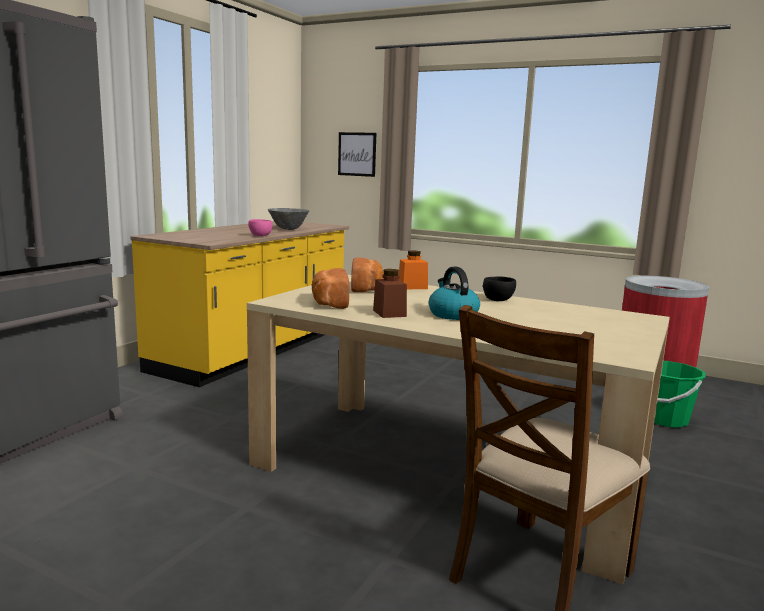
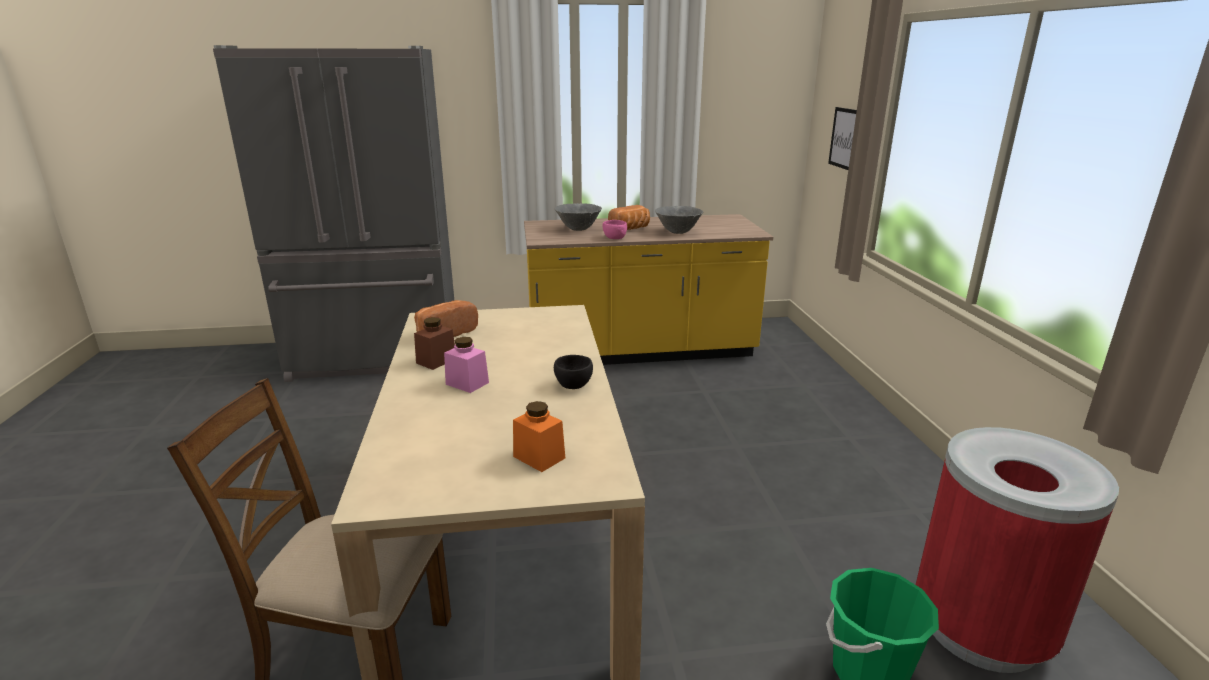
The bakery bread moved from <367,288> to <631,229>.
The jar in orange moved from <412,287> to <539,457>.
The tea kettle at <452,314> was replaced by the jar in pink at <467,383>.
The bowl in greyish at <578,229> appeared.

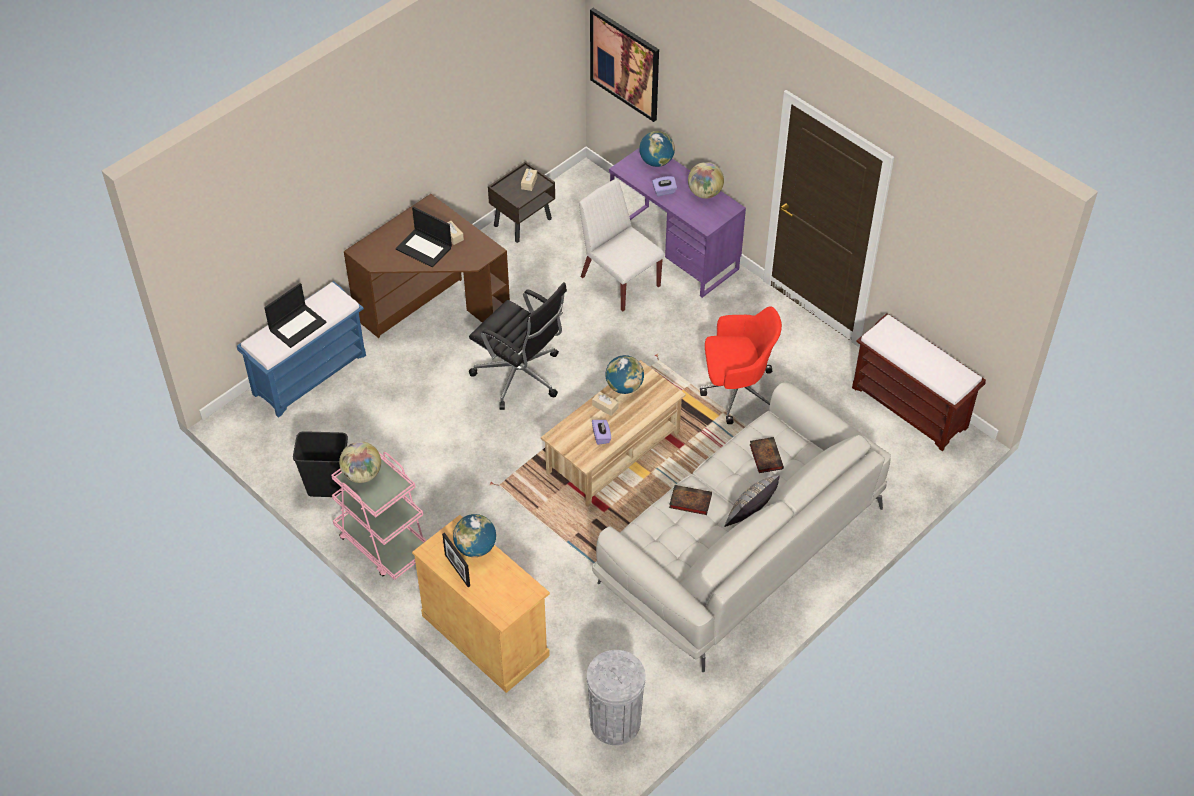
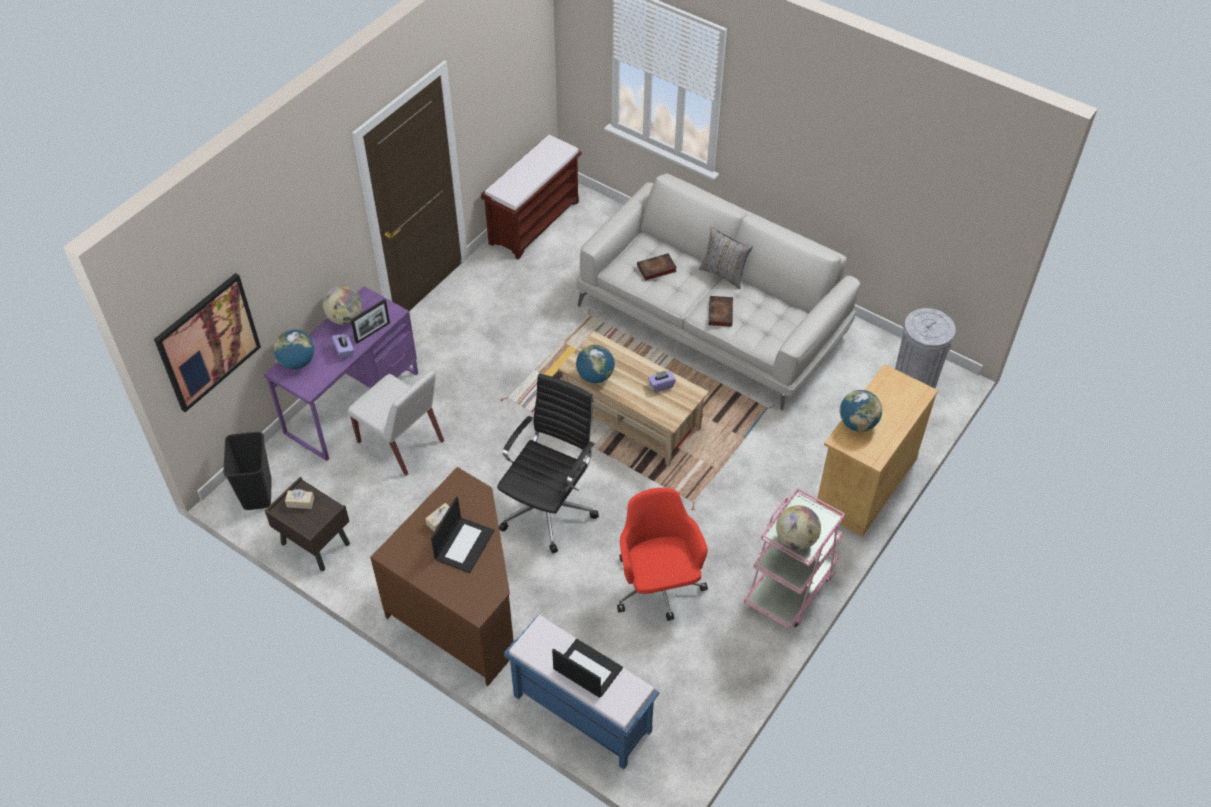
The waste bin in blackish moved from <329,486> to <257,493>.
The picture frame moved from <457,570> to <372,332>.
The upright chair in white at <619,281> turned 90 degrees counterclockwise.
The tissue box in beige-coloured at <605,406> disappeared.
The computer chair in red-coloured moved from <736,391> to <658,586>.

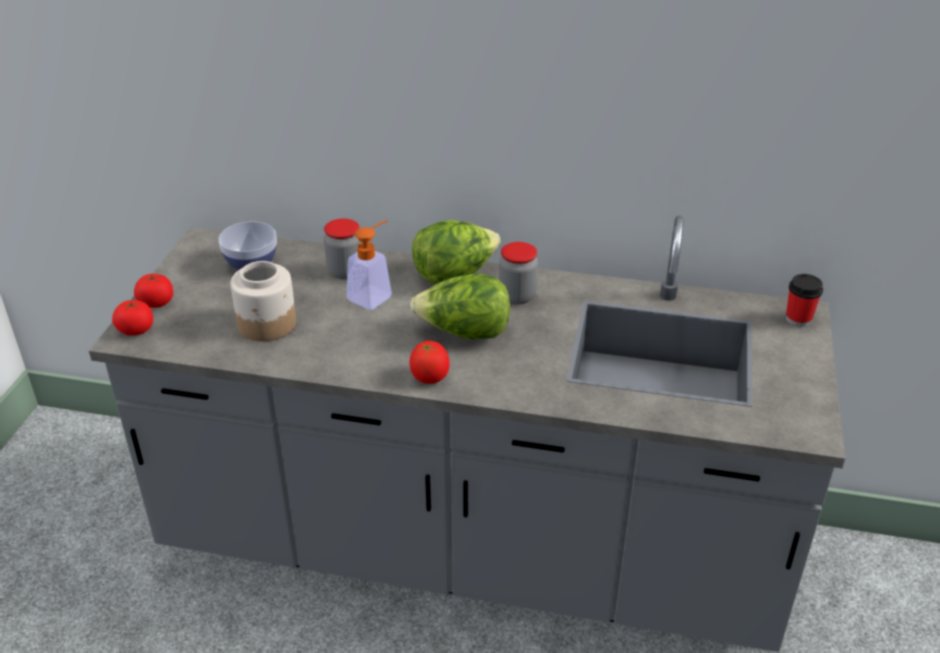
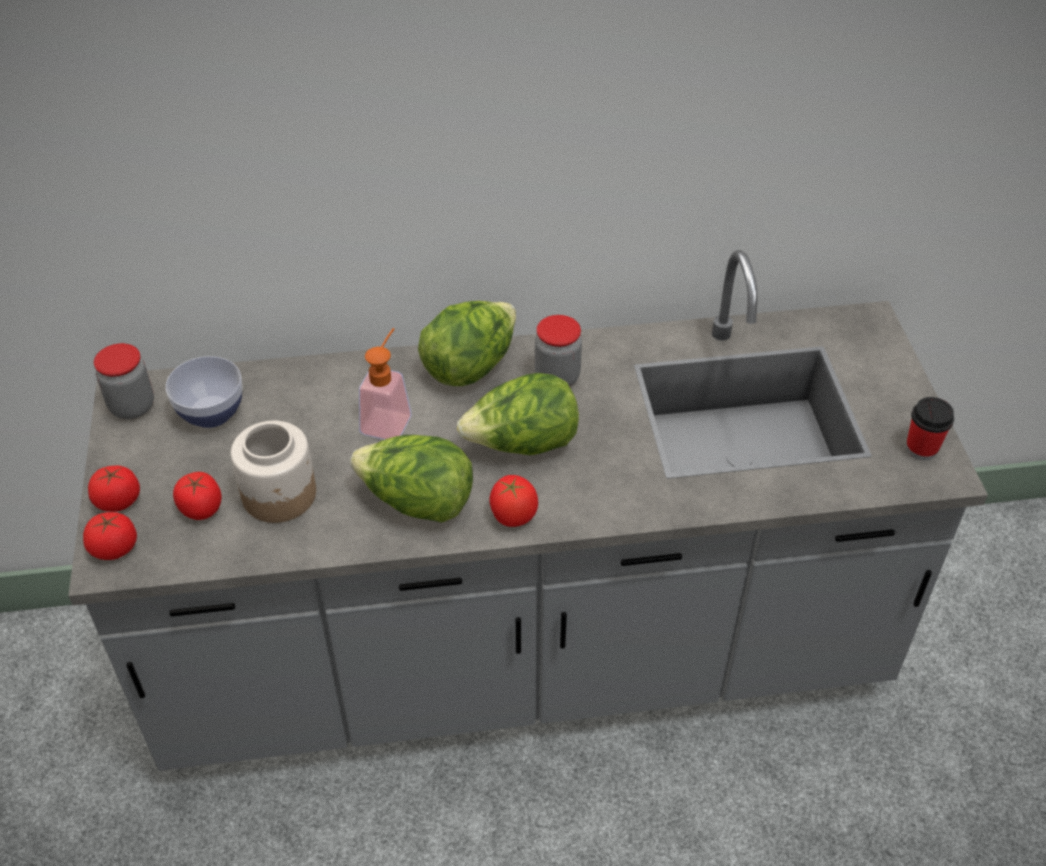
The jar moved from <345,271> to <132,406>.
The drinking cup moved from <798,319> to <921,449>.
The tomato at <201,508> appeared.
The head of lettuce at <417,502> appeared.

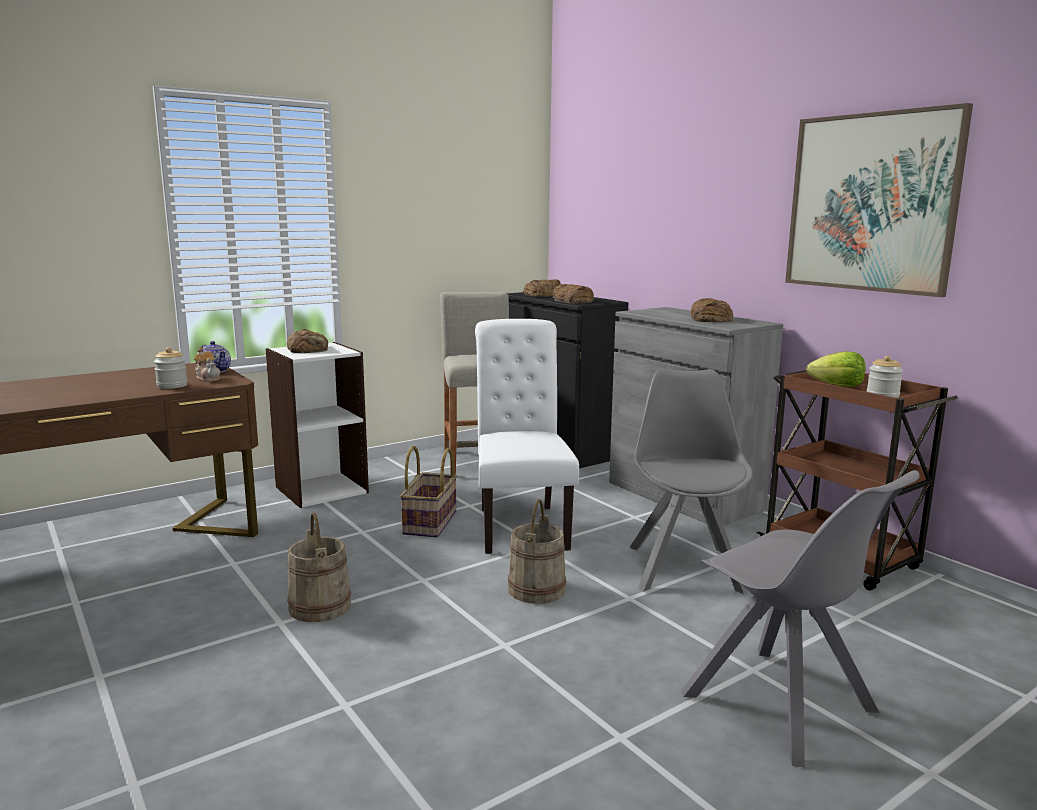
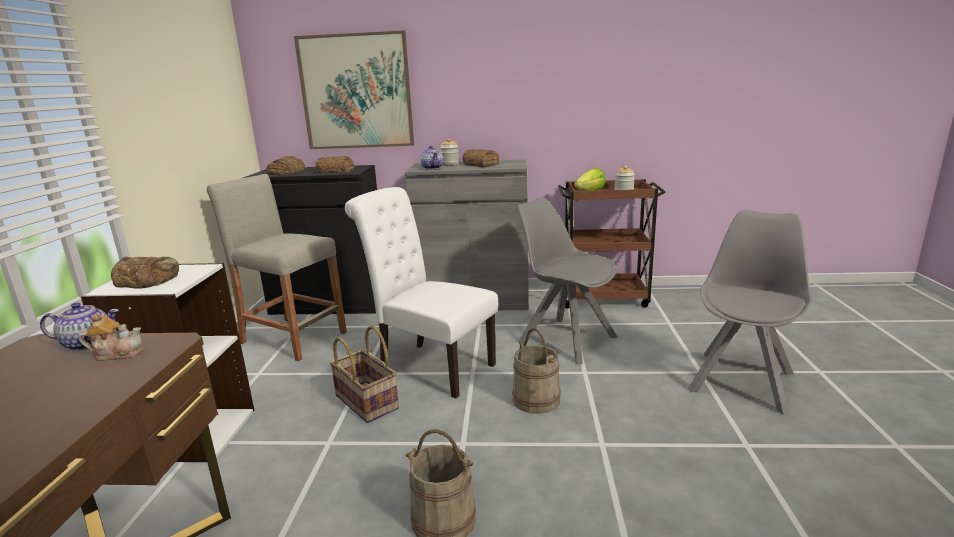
The jar moved from <172,386> to <450,164>.
The upright chair in greyish at <783,706> turned 60 degrees counterclockwise.
The wall art moved from <871,203> to <356,92>.
The pot for tea at <432,168> appeared.

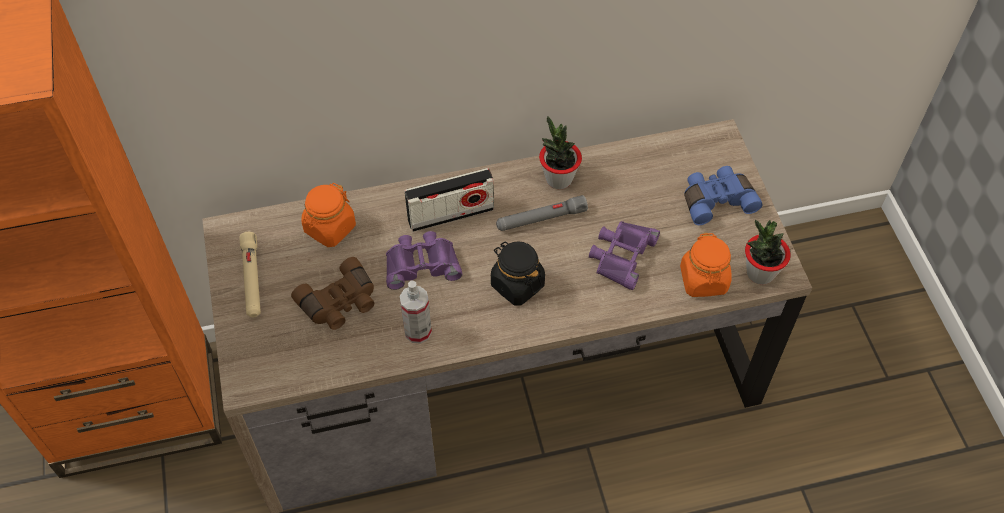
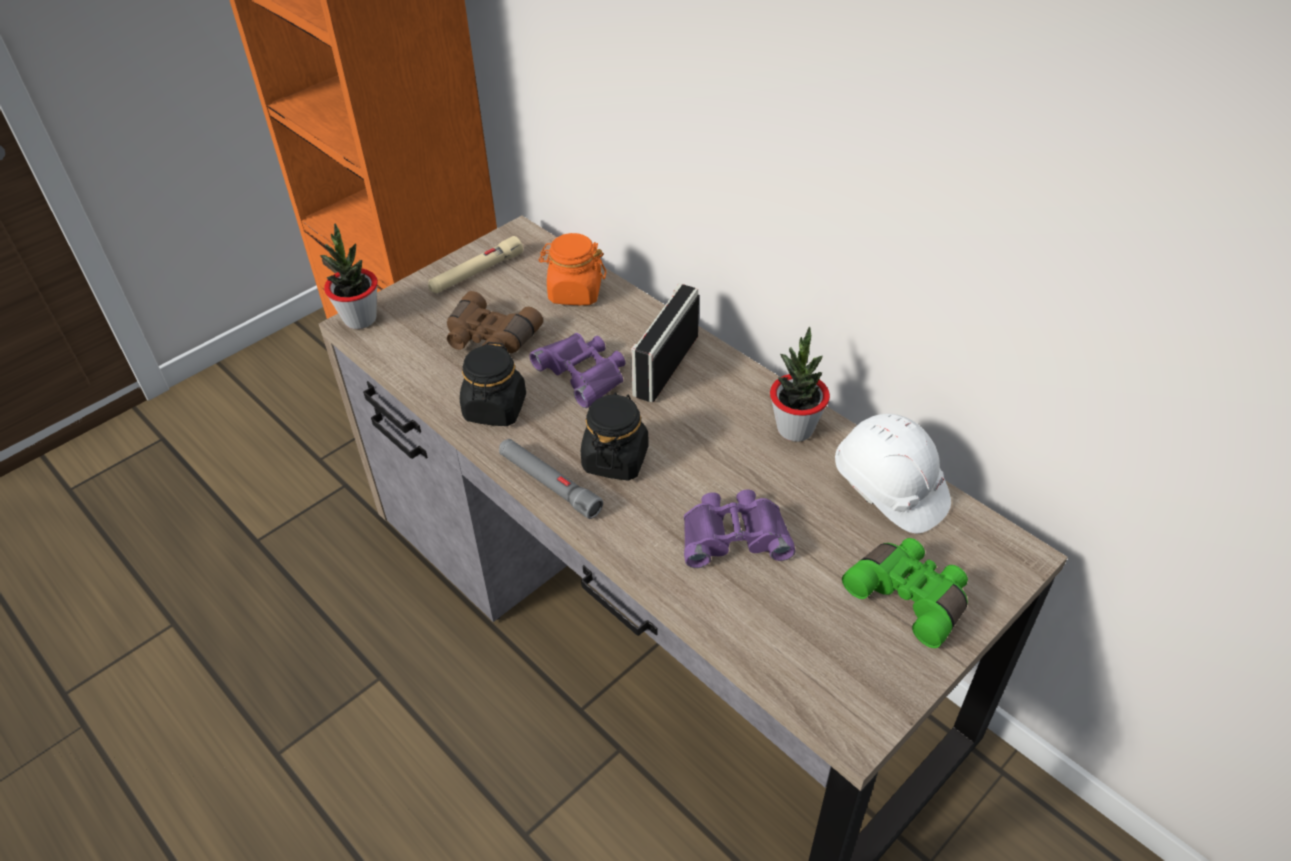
The sprayer at <418,331> was replaced by the jar in blackish at <495,409>.
The radio receiver at <450,214> turned 75 degrees clockwise.
The flashlight in greyish moved from <541,219> to <548,483>.
The jar in orange at <703,280> disappeared.
The field glasses in bluish at <716,200> became the field glasses in greenish at <910,596>.
The potted plant moved from <760,273> to <360,319>.
The work helmet in white at <888,489> appeared.

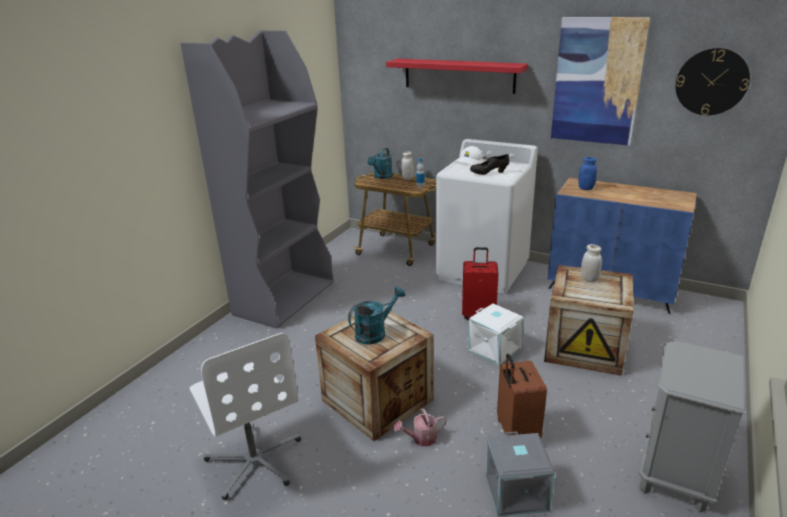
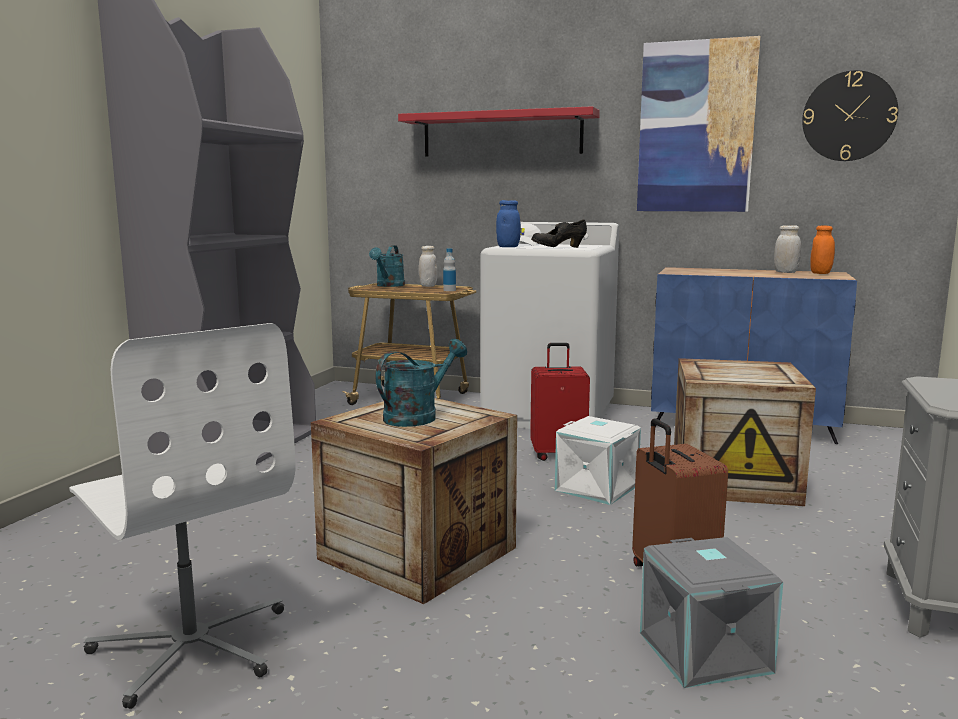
The watering can at <421,438> disappeared.
The jar in bluish moved from <586,188> to <508,247>.
The jar in white moved from <589,279> to <785,272>.
The jar in orange at <820,273> appeared.

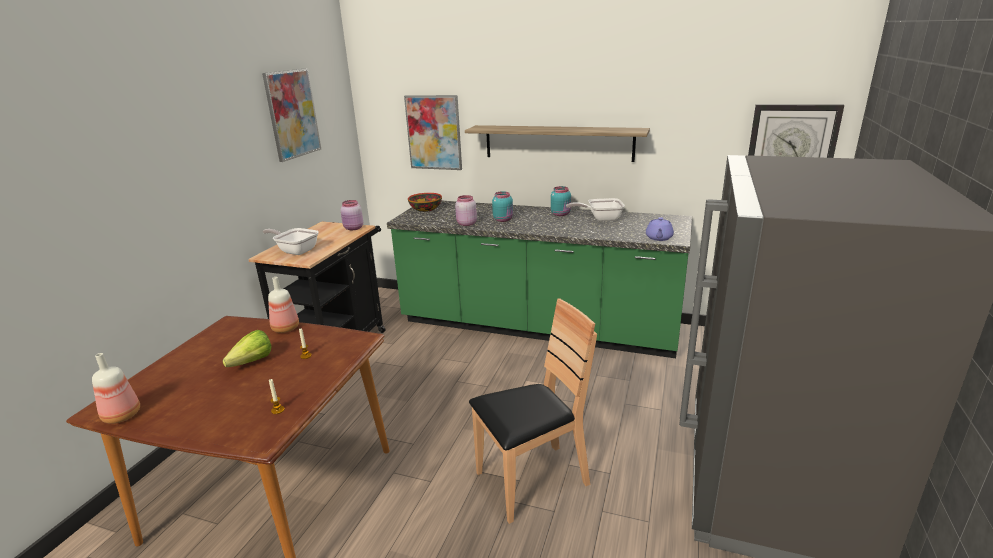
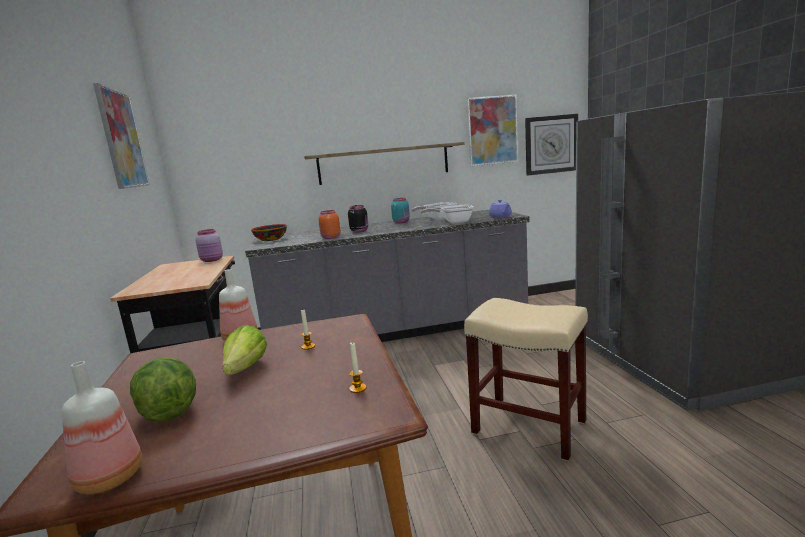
The pan moved from <295,251> to <453,222>.
The counter in greenish at <538,326> became the counter in greyish at <398,330>.
The wall art moved from <434,132> to <492,130>.
The jar in pink at <466,224> became the jar in orange at <330,238>.
The upright chair in brown-coloured at <531,481> was replaced by the stool seat in beige-coloured at <530,426>.
The jar in turquoise at <503,219> became the jar in blackish at <360,231>.
The head of lettuce at <169,410> appeared.

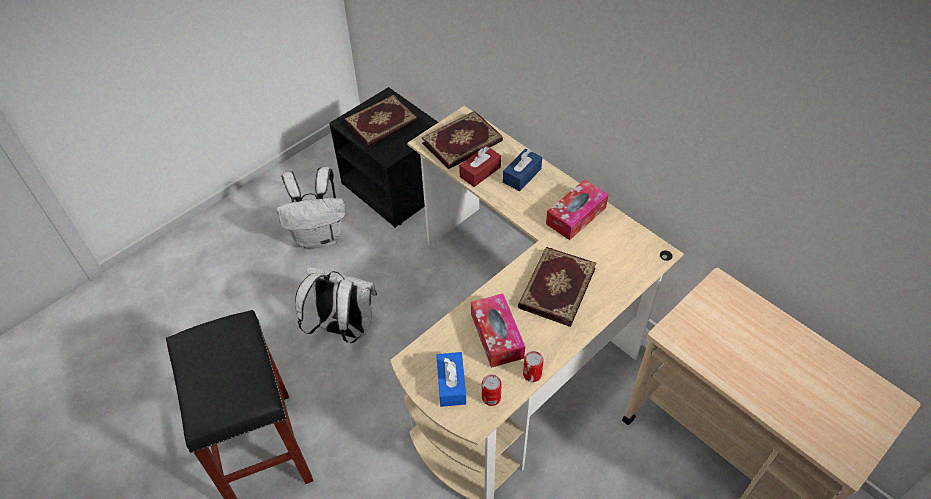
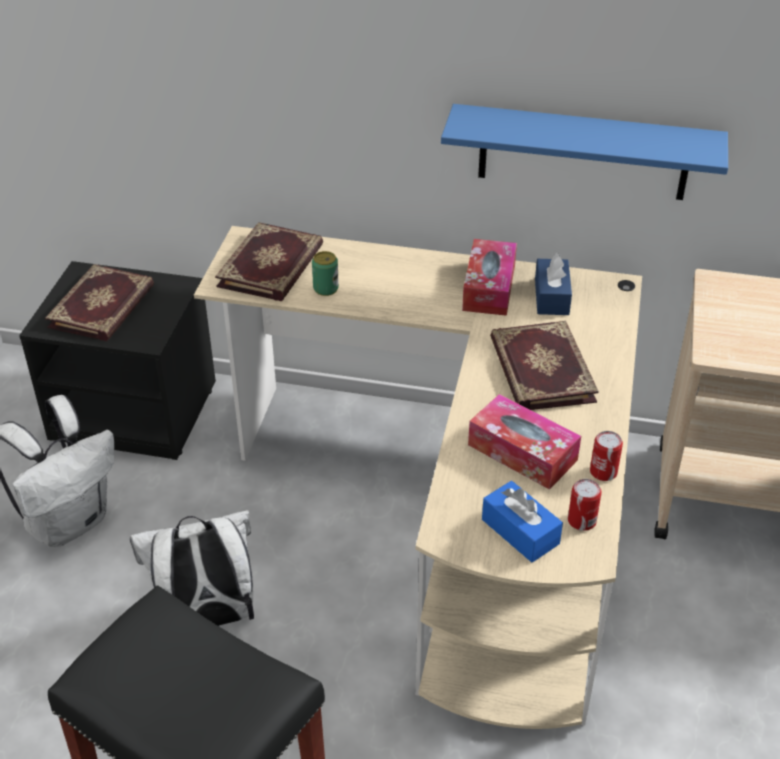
The tissue box in red-coloured at <480,172> was replaced by the metal can at <326,289>.
The tissue box in bluish moved from <522,175> to <551,297>.
The wall shelf in bluish at <583,152> appeared.

